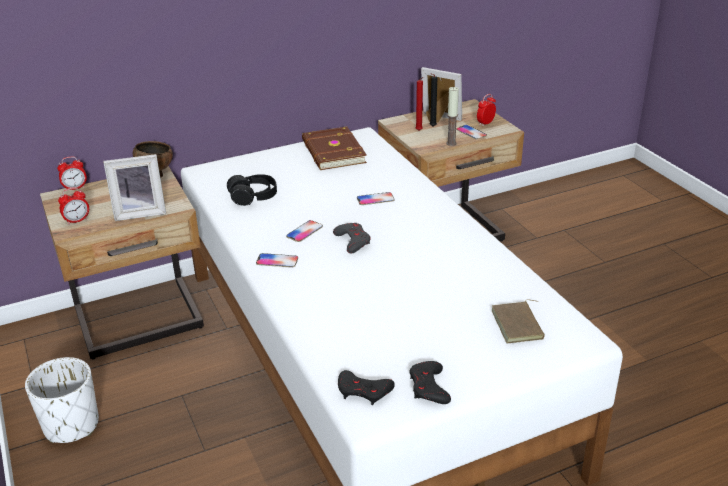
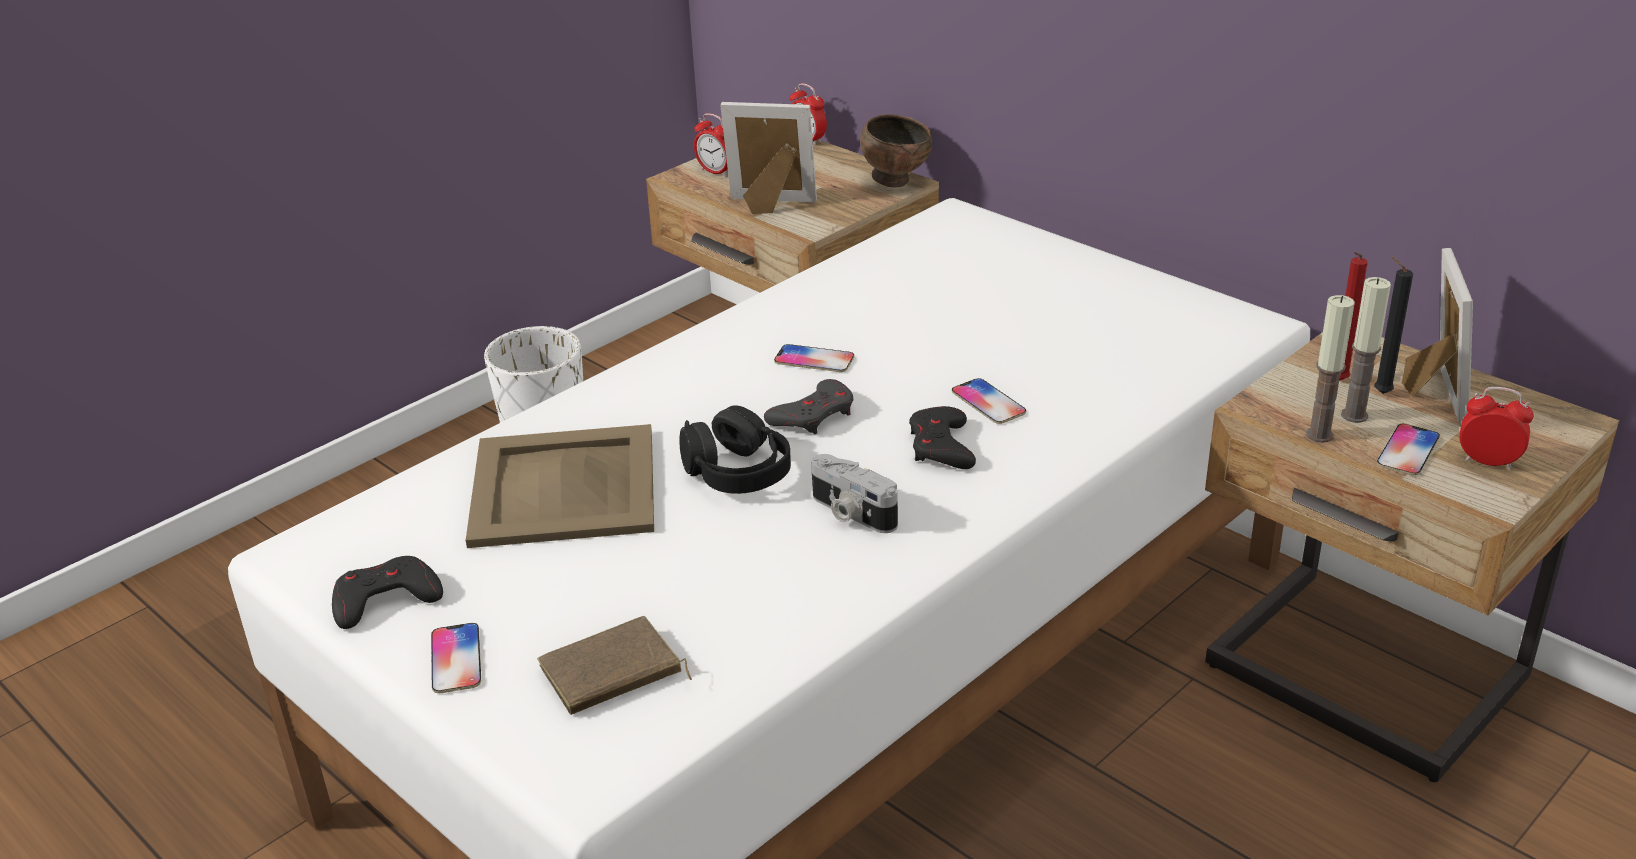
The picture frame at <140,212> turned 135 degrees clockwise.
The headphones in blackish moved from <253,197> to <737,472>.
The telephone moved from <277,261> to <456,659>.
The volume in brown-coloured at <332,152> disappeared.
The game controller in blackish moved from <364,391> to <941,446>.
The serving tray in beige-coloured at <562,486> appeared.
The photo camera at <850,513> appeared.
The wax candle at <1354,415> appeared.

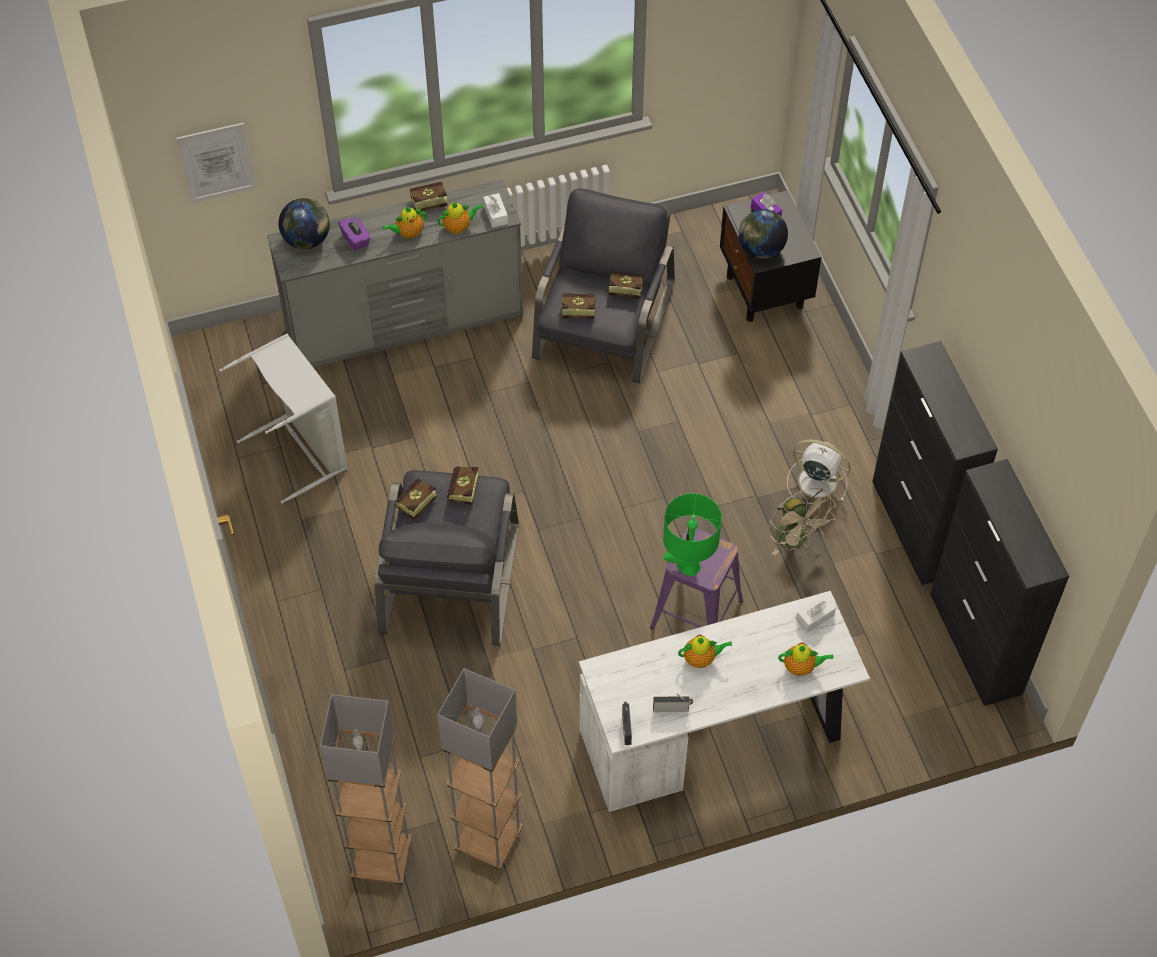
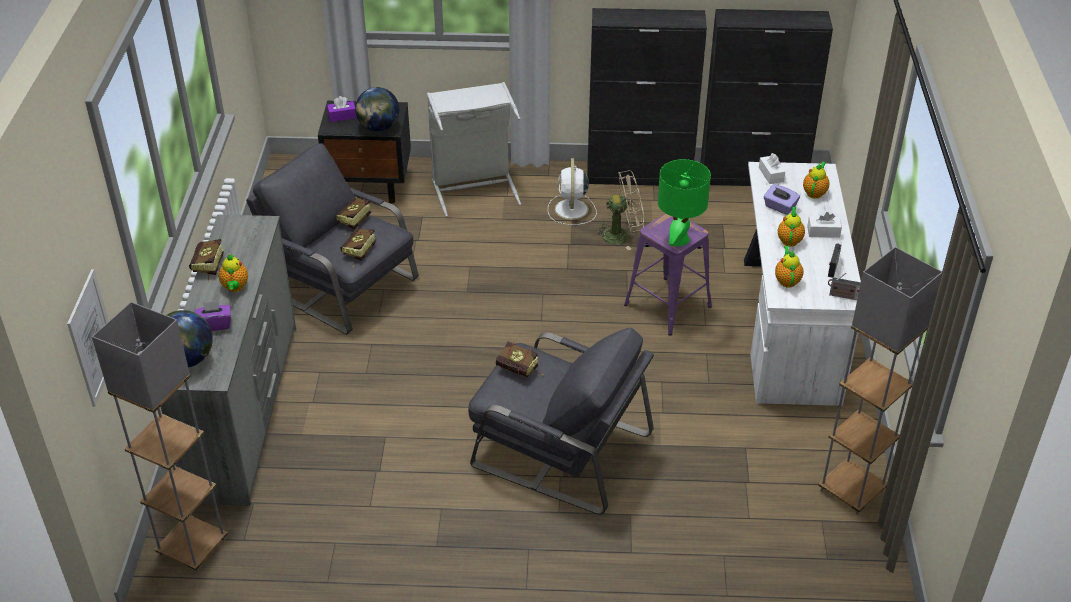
The hamper in greyish moved from <302,450> to <474,187>.
The floor lamp in greyish moved from <382,860> to <192,547>.
The volume at <413,507> disappeared.
The pot for tea moved from <459,227> to <787,280>.
The tissue box in white moved from <495,214> to <823,232>.
The electric fan in white at <815,481> turned 45 degrees counterclockwise.
The tissue box in purple-coloured at <779,207> appeared.

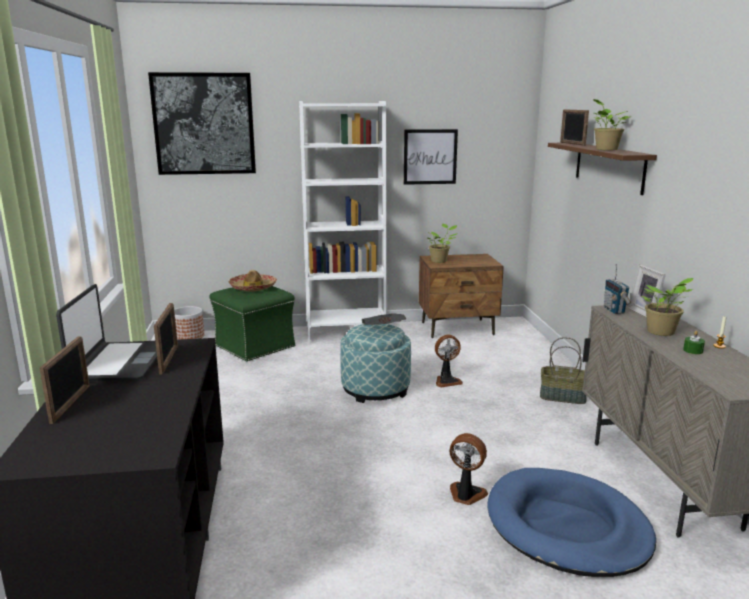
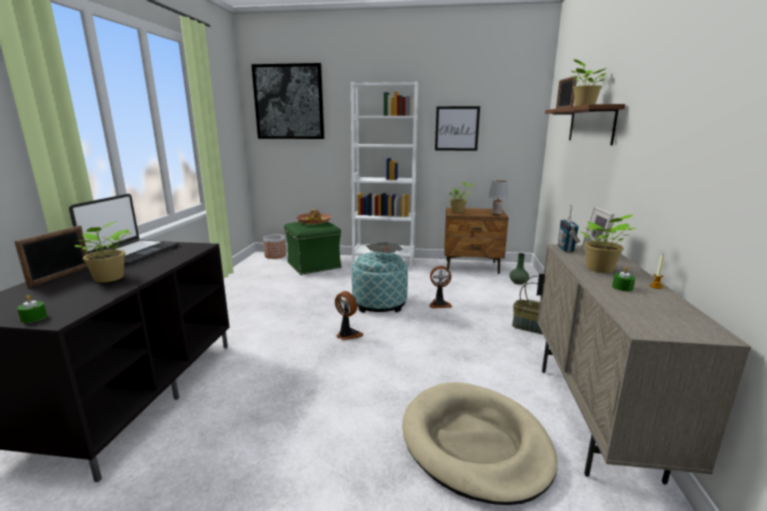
The picture frame at <169,360> disappeared.
The electric fan moved from <466,495> to <347,335>.
The pet bed in bluish at <566,527> became the pet bed in beige-coloured at <475,443>.
The wax candle in greenish at <34,318> appeared.
The potted plant at <109,279> appeared.
The tabletop lamp in greyish at <496,214> appeared.
The flower vase in greenish at <518,282> appeared.

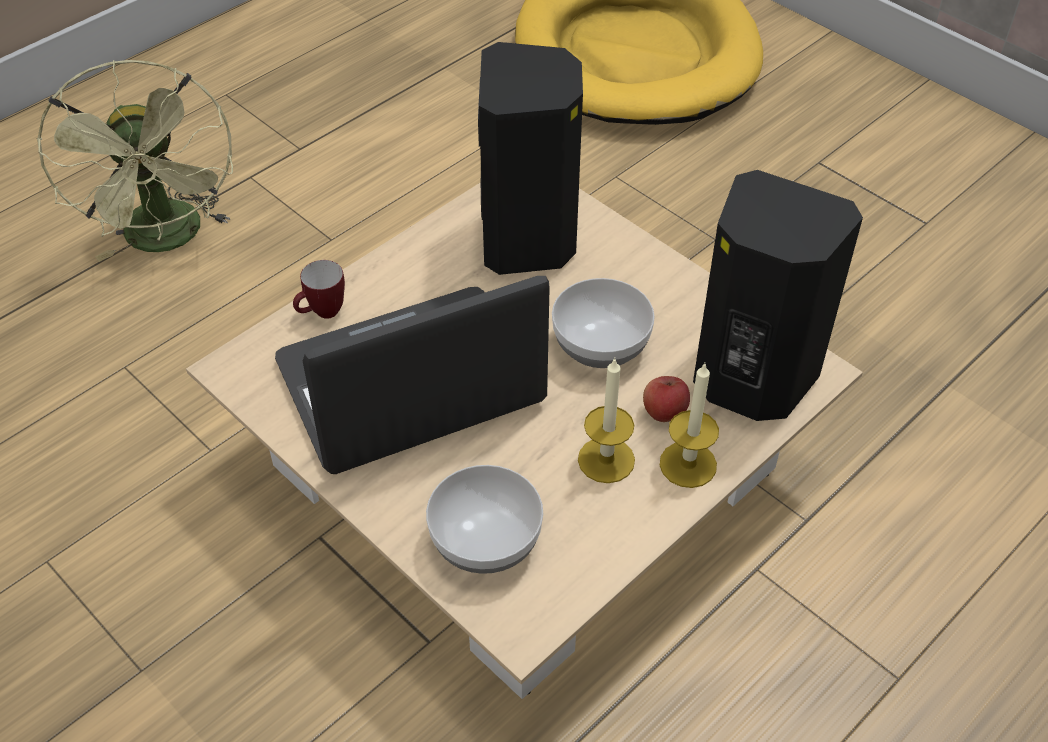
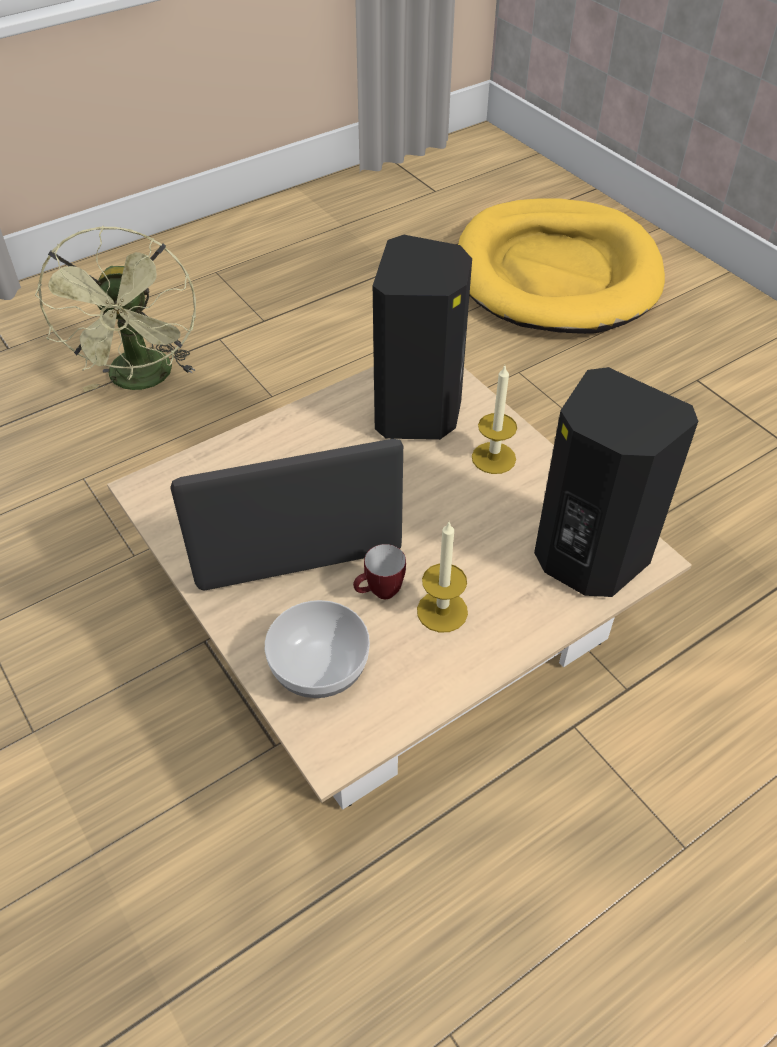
The mug moved from <322,314> to <379,594>.
The bowl at <602,346> disappeared.
The whole apple at <664,412> disappeared.
The wax candle moved from <688,464> to <493,458>.

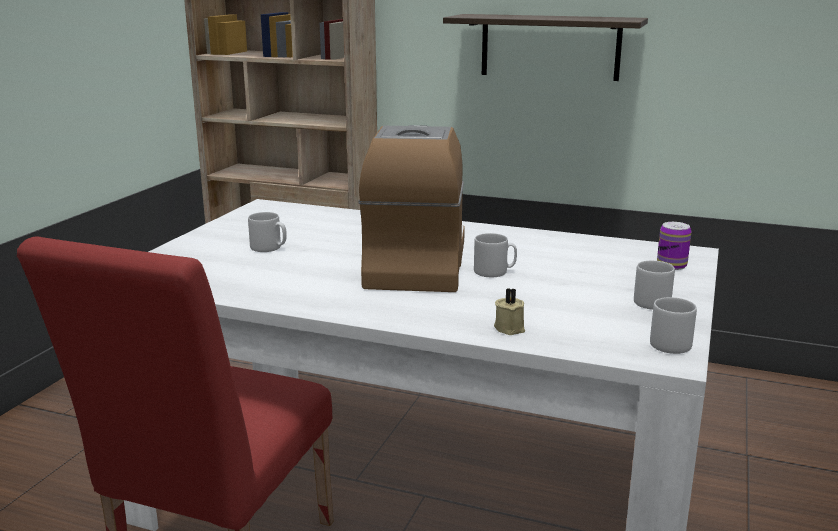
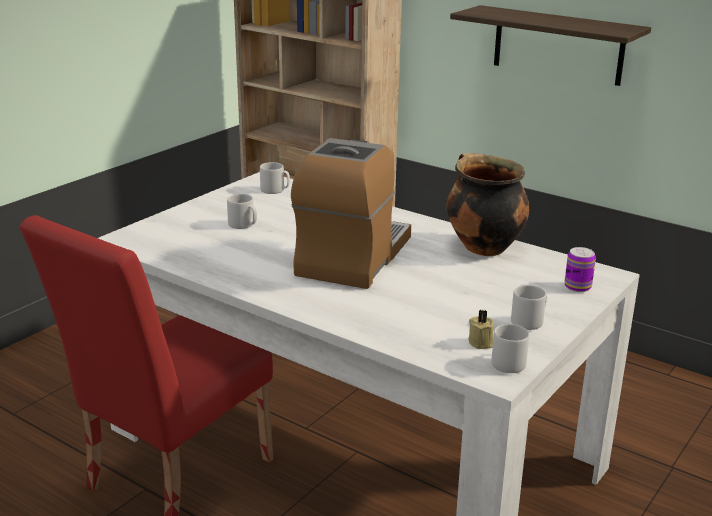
The mug in greyish moved from <495,272> to <275,190>.
The wax candle in beige-coloured moved from <510,328> to <481,342>.
The stockpot at <482,247> appeared.

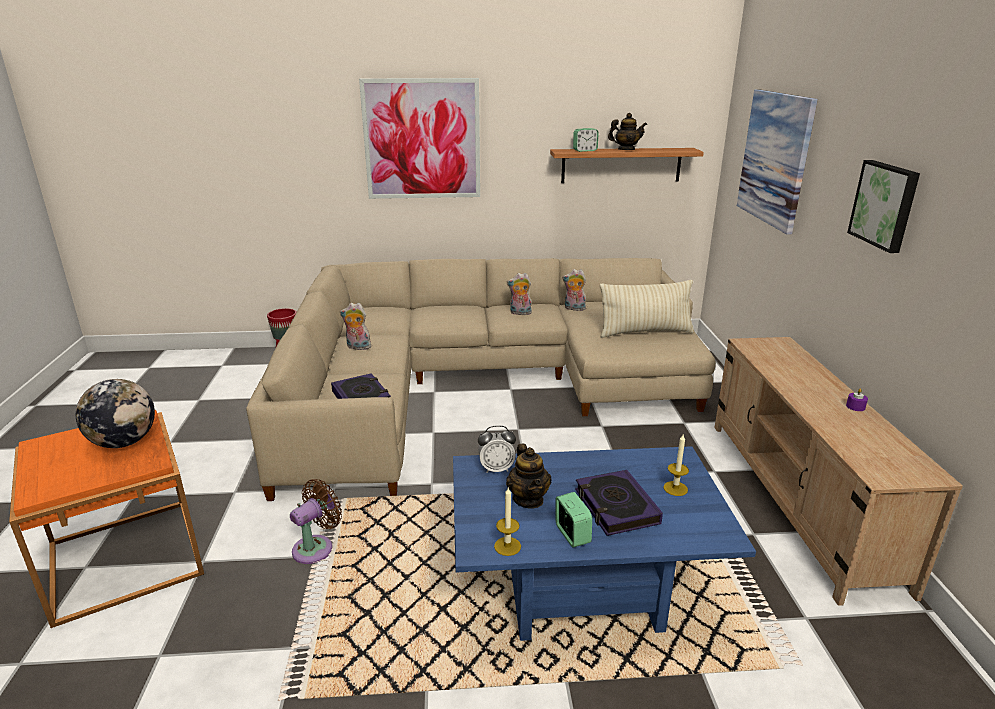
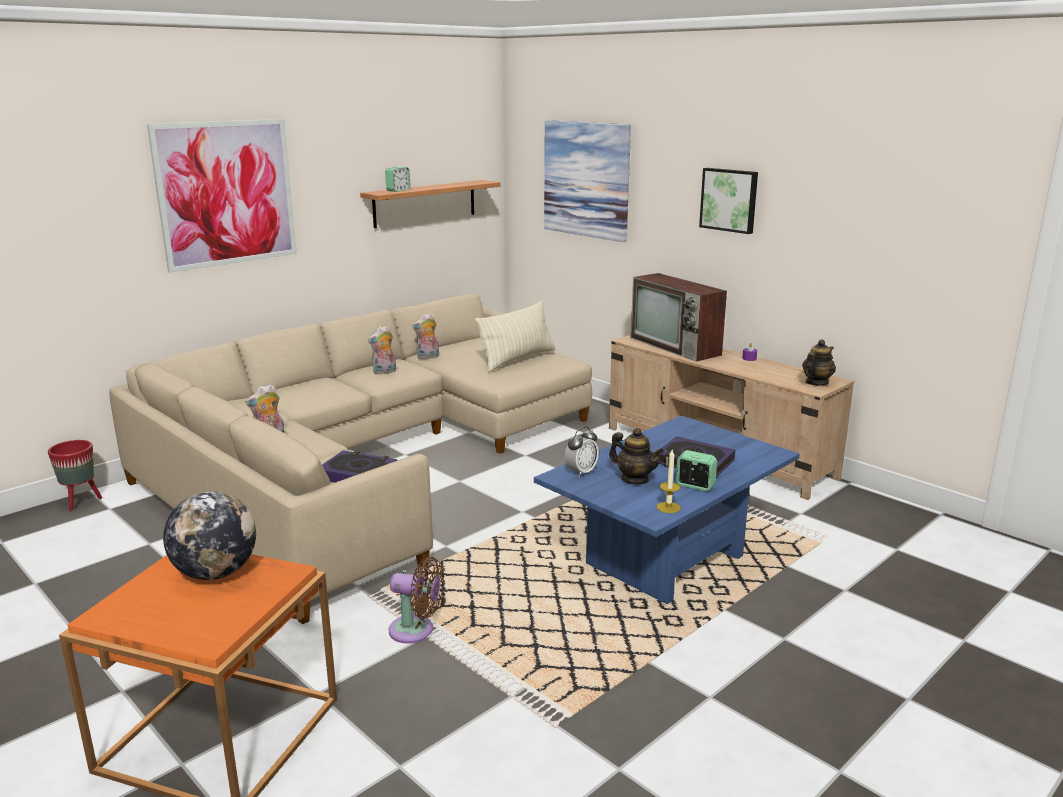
The electric fan in brown-coloured at <316,547> turned 105 degrees clockwise.
The pot for tea moved from <626,149> to <816,383>.
The wax candle at <675,488> disappeared.
The TV at <676,346> appeared.

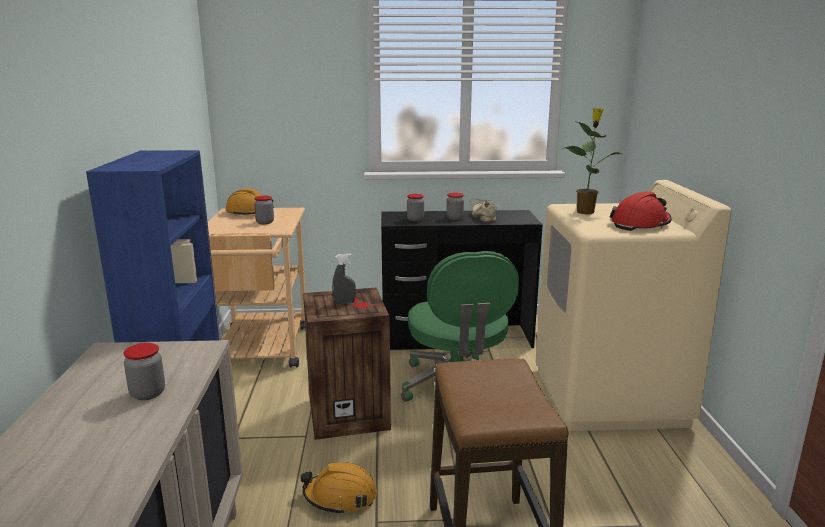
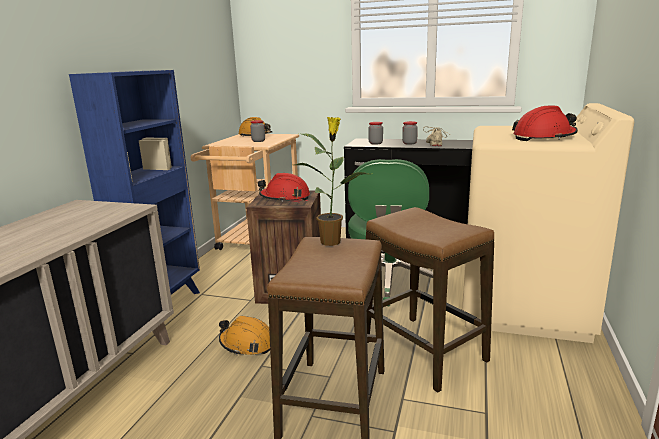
The jar at <148,393> disappeared.
The sprayer in greyish at <344,303> was replaced by the work helmet in red-coloured at <285,198>.
The potted plant moved from <586,212> to <332,241>.
The stool seat at <424,351> appeared.

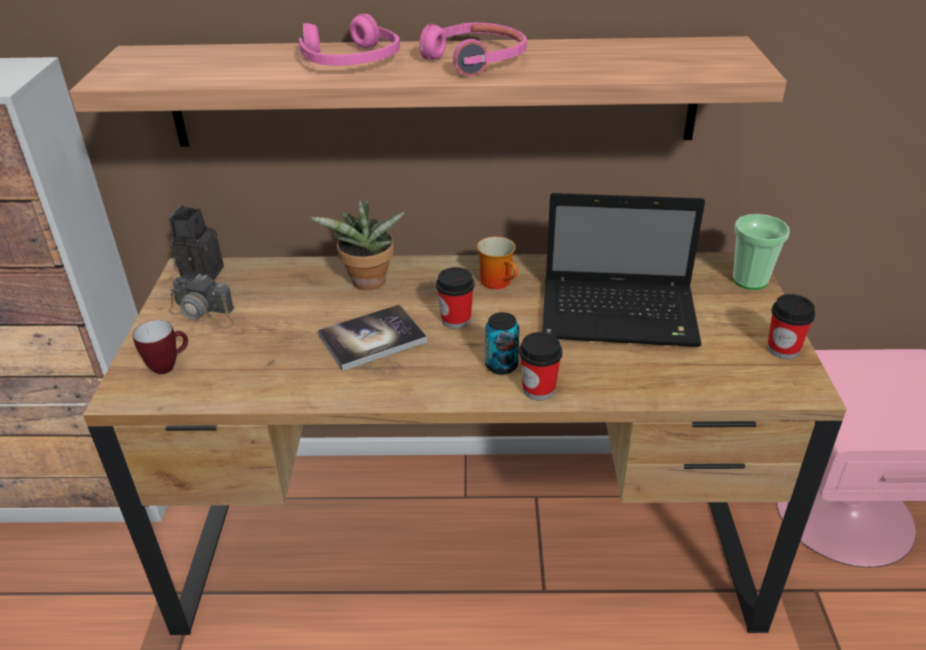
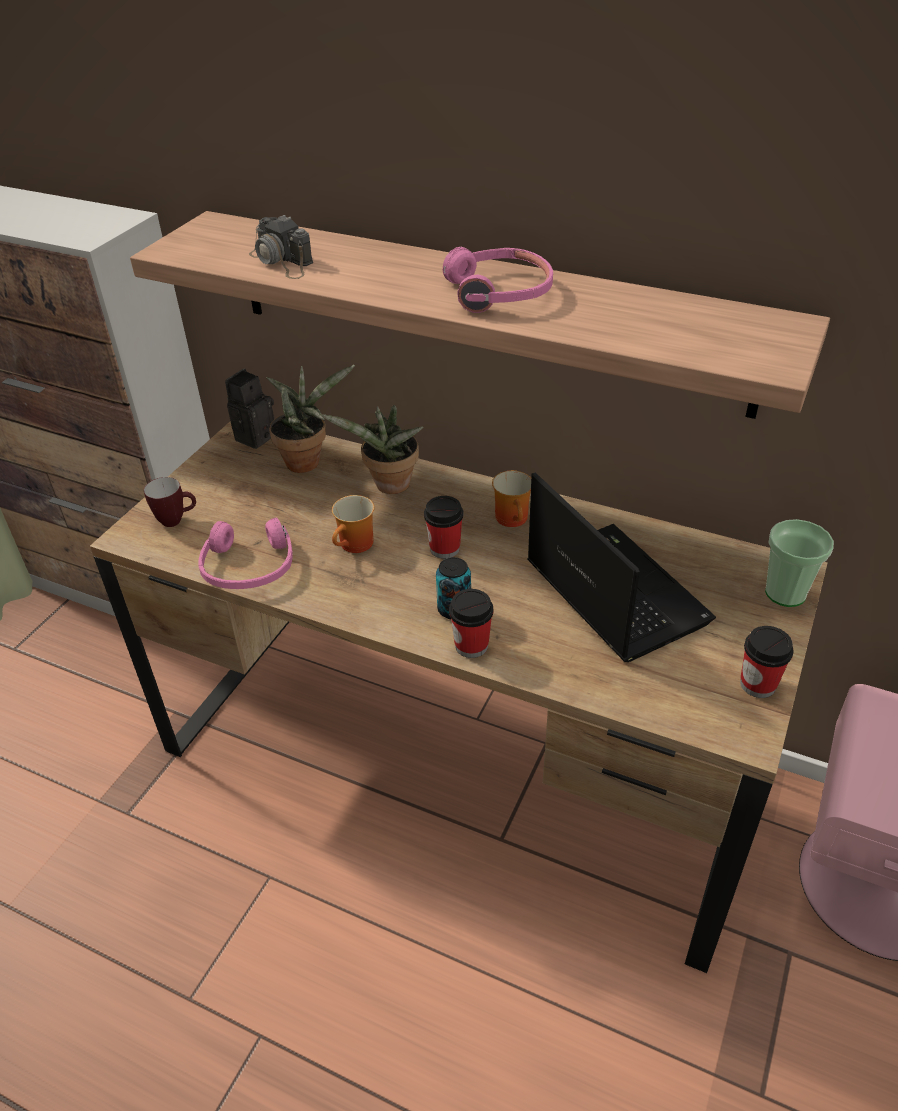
The photo camera moved from <205,312> to <282,261>.
The headphones in pink moved from <350,61> to <249,566>.
The volume at <372,339> was replaced by the mug at <356,546>.
The laptop at <622,315> turned 150 degrees counterclockwise.
The potted plant at <307,460> appeared.

